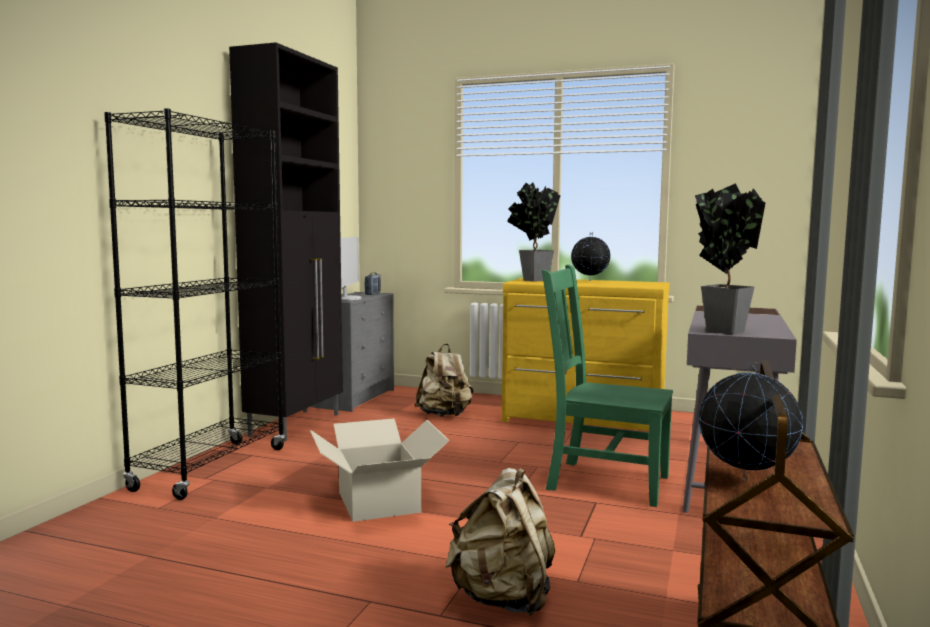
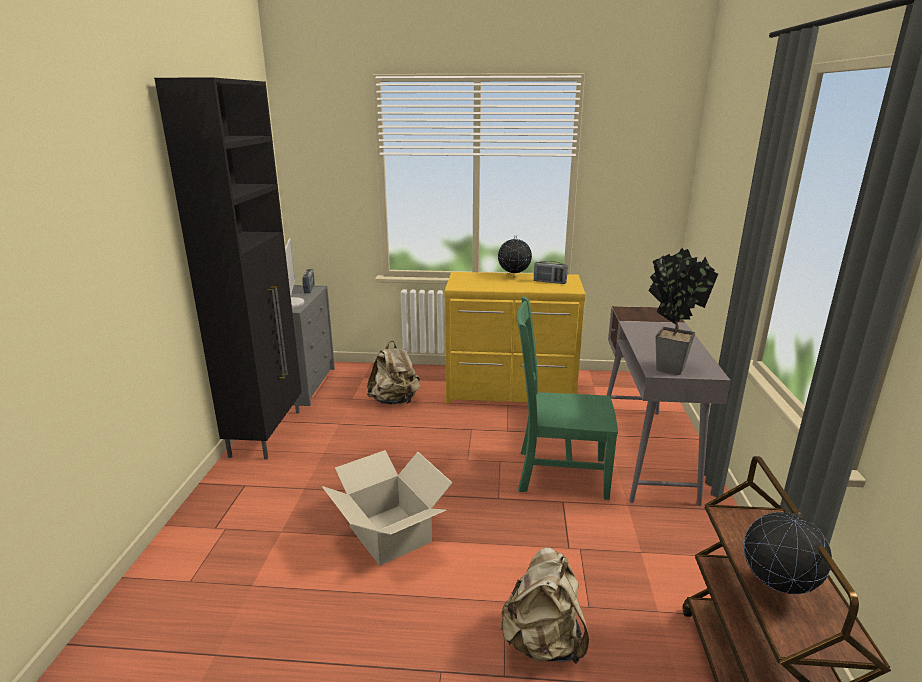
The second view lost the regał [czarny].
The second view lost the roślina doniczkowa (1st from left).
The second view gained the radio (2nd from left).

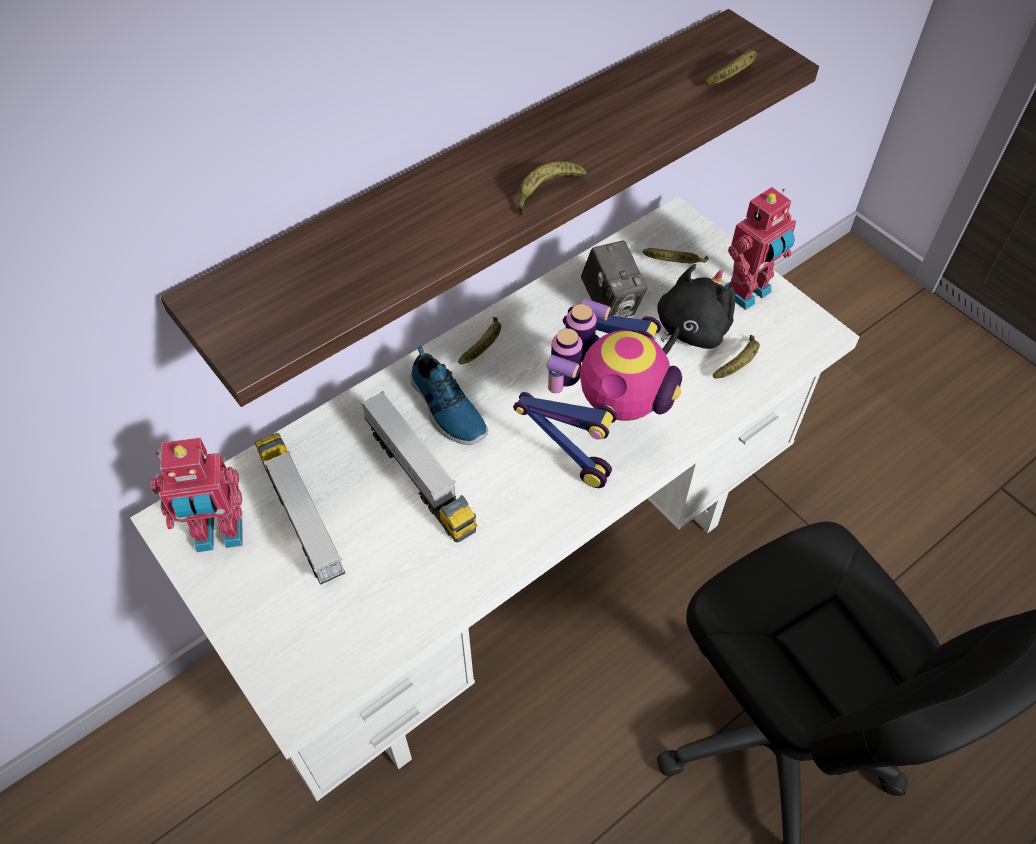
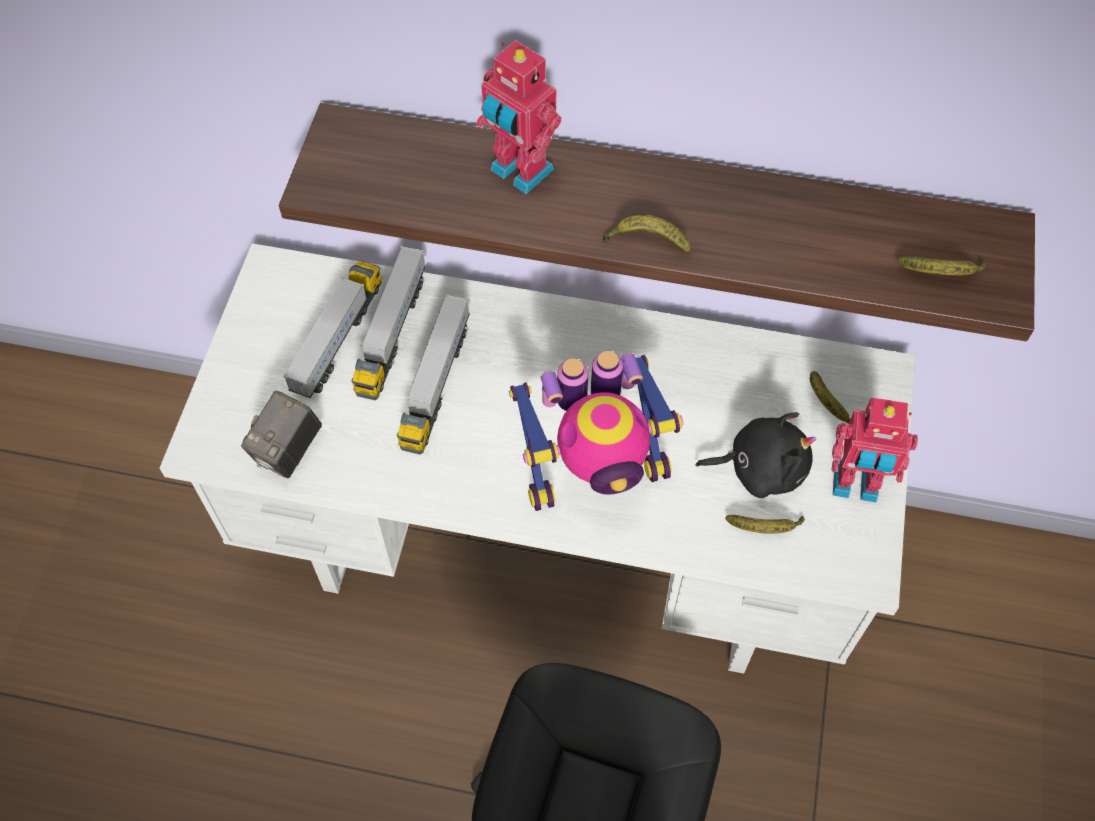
The second view lost the but.
The second view lost the banan (1st from left).
The second view gained the ciężarówka zabawkowa (2nd from left).
The robot zabawkowy (1st from left) ended up elsewhere.
The aparat fotograficzny ended up elsewhere.

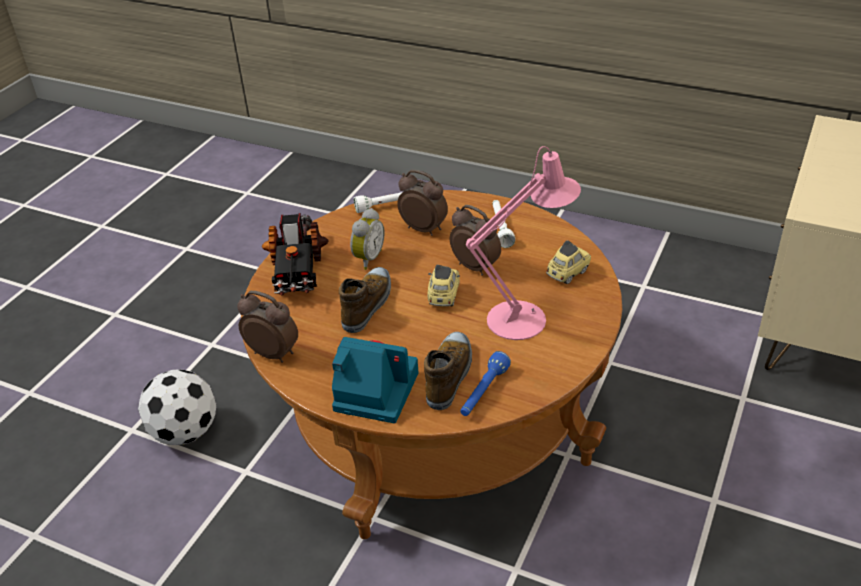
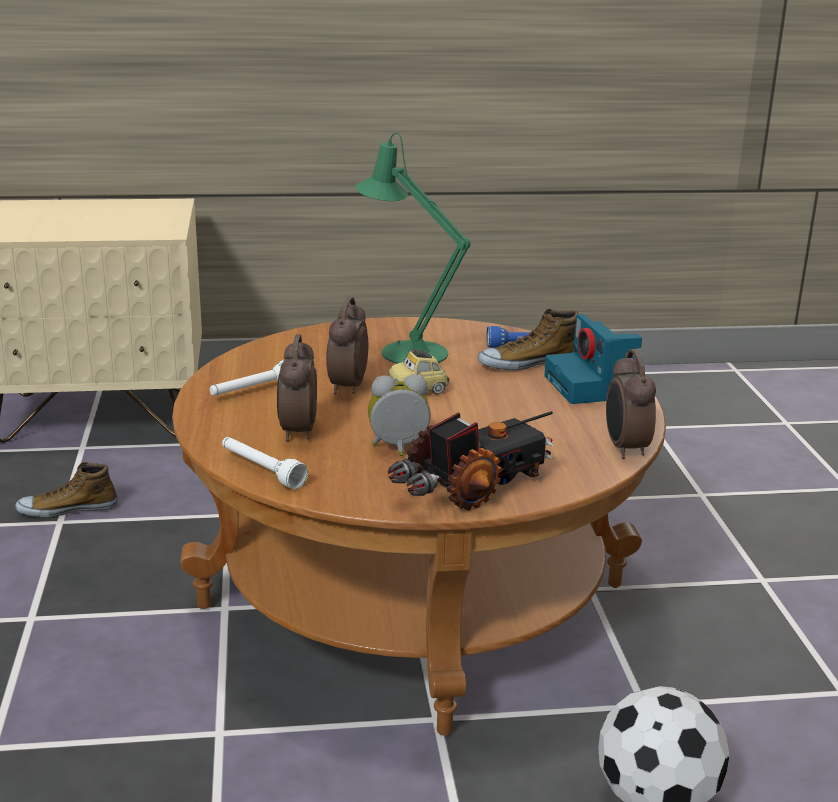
The second view lost the samochodzik (2nd from left).
The but (1st from left) ended up elsewhere.
What was the lampa stołowa [różowy] turned into the lampa stołowa [zielony].

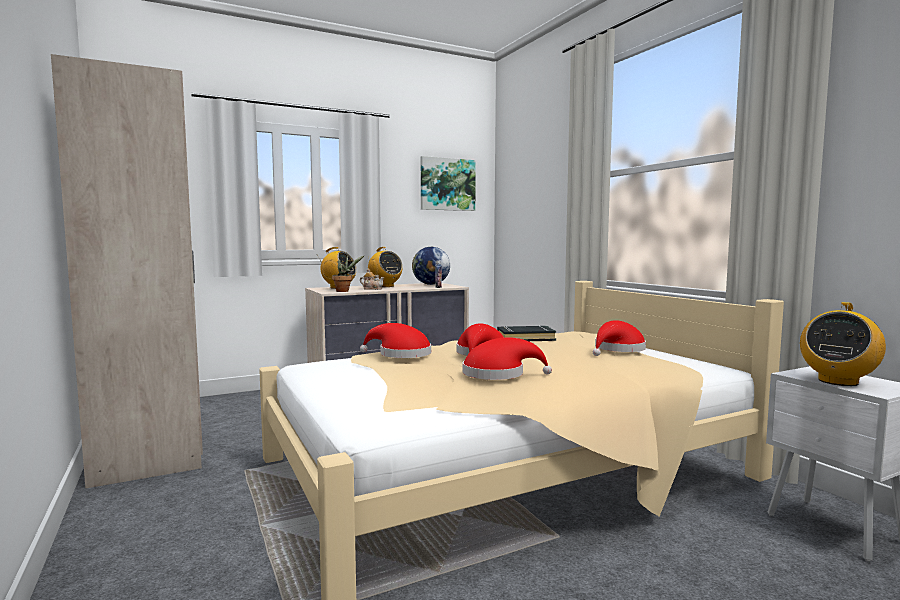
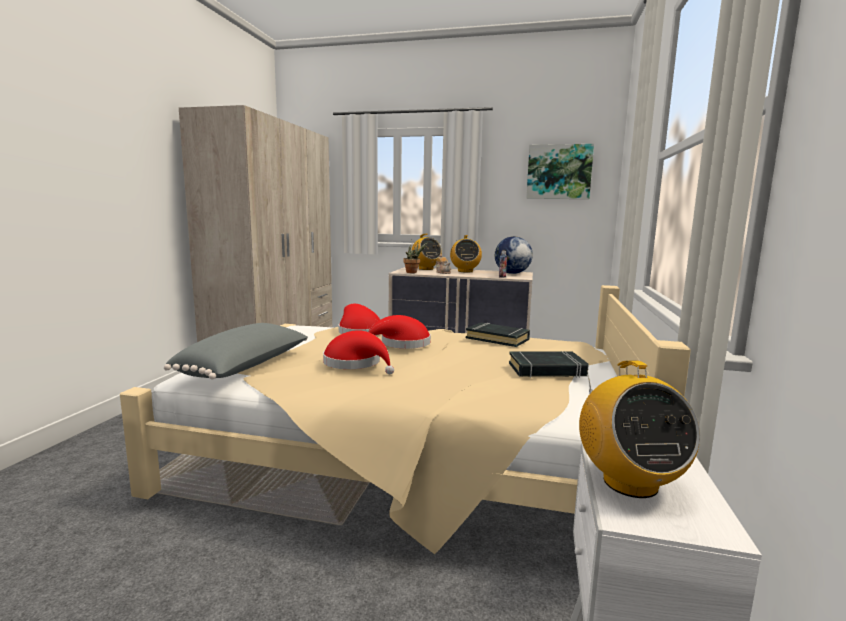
The second view gained the poduszka [szary].
Where the kapelusz [czerwony] (4th from left) stood, the książka [czarny] (2nd from left) came to stand.
The radio (3rd from left) ended up facing another way, 90 degrees counterclockwise from before.

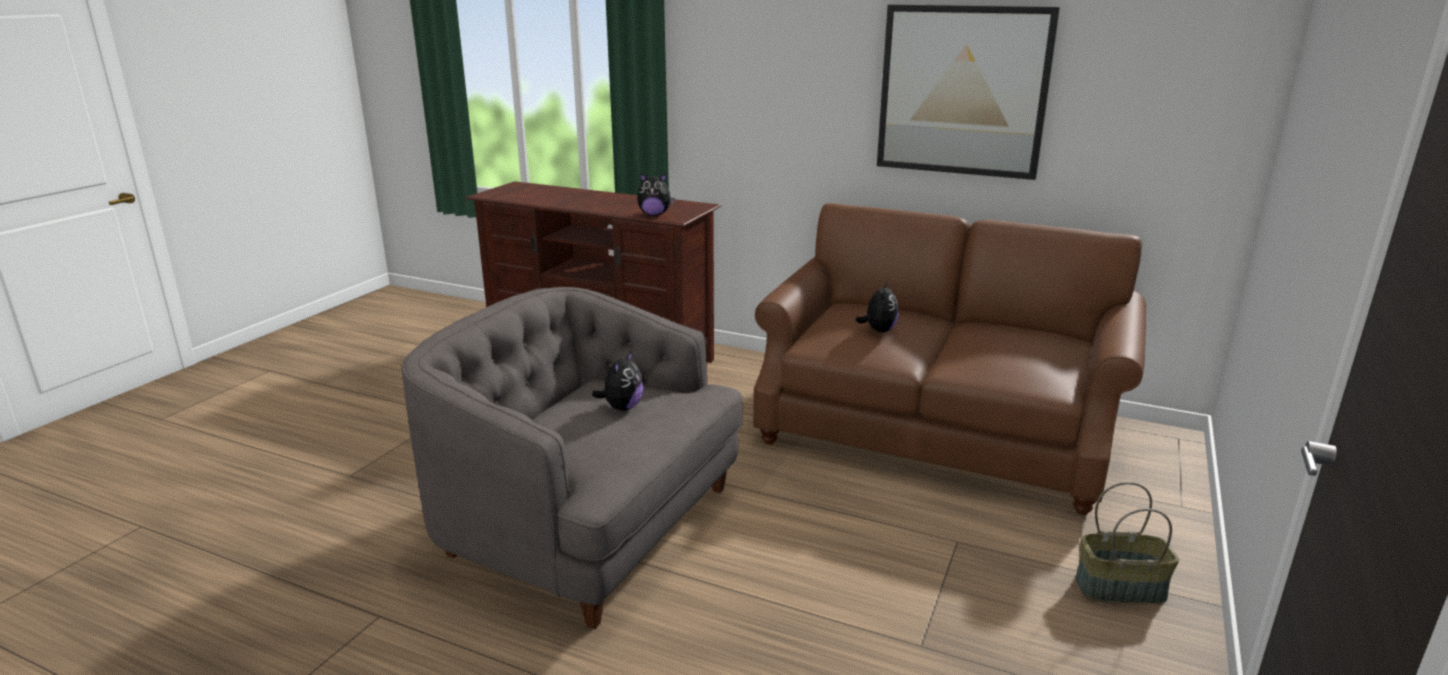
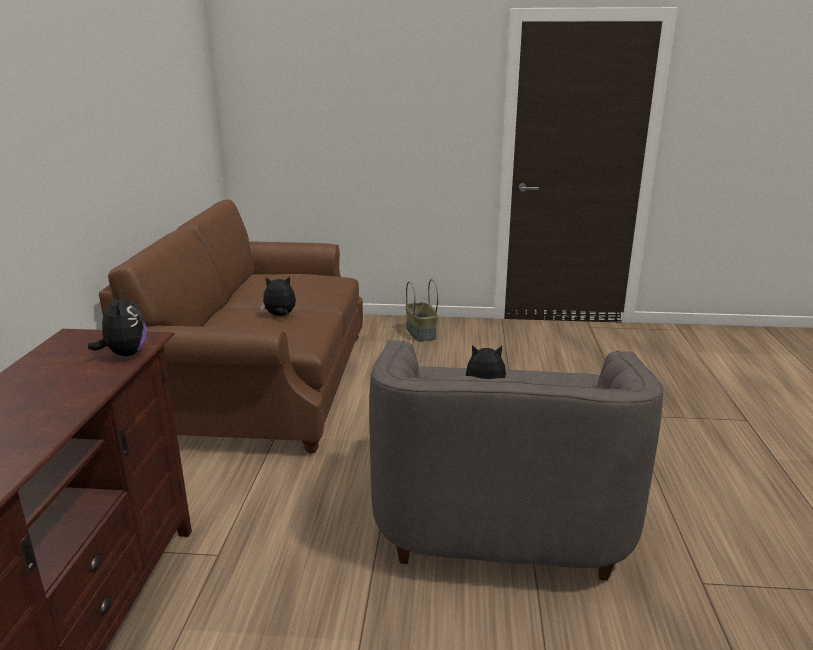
The second view lost the obraz.

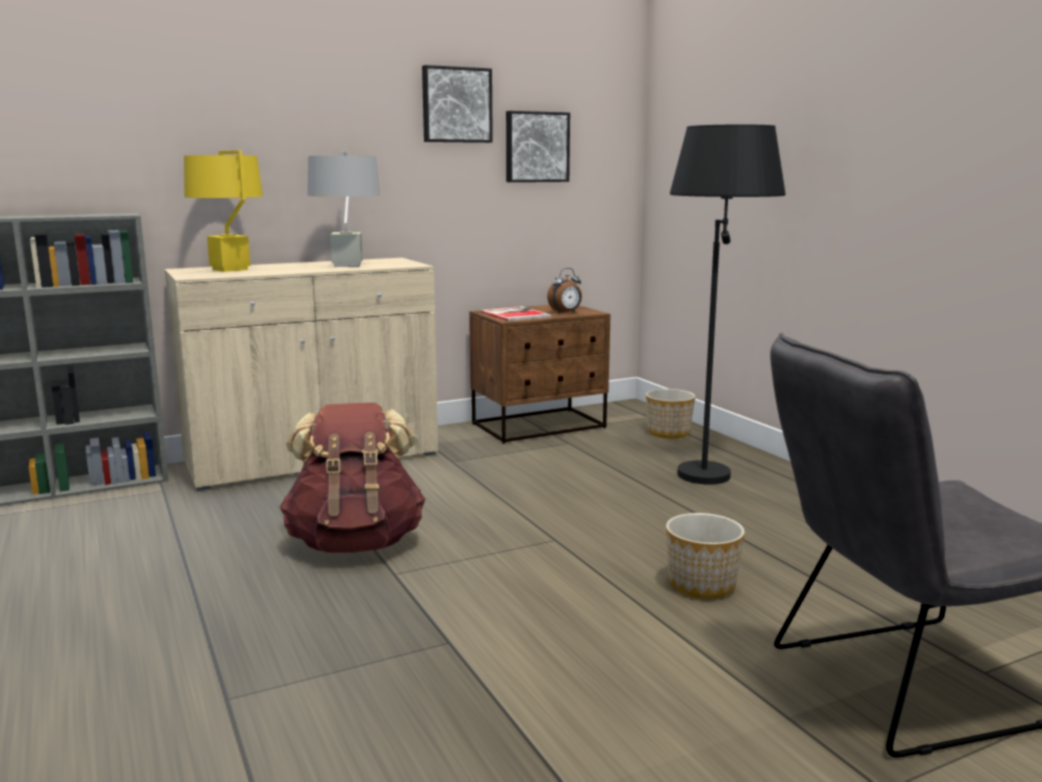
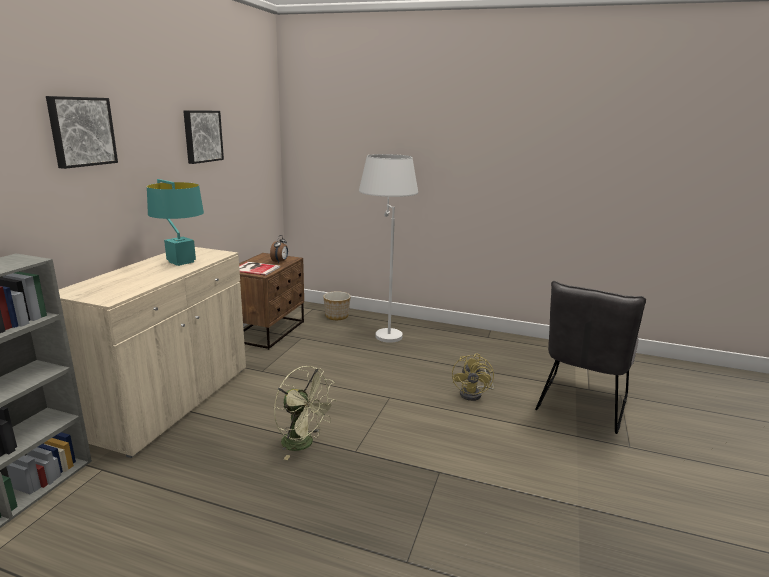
The second view lost the lampa stołowa [żółty].
The obraz (2nd from left in the first image) ended up elsewhere.
Where the plecak [brązowy] stood, the wentylator [zielony] came to stand.
Where the donica (2nd from left) stood, the wentylator [żółty] came to stand.
What was the lampa stołowa [szary] turned into the lampa stołowa [turkusowy].
What was the lampa stojąca [czarny] turned into the lampa stojąca [biały].

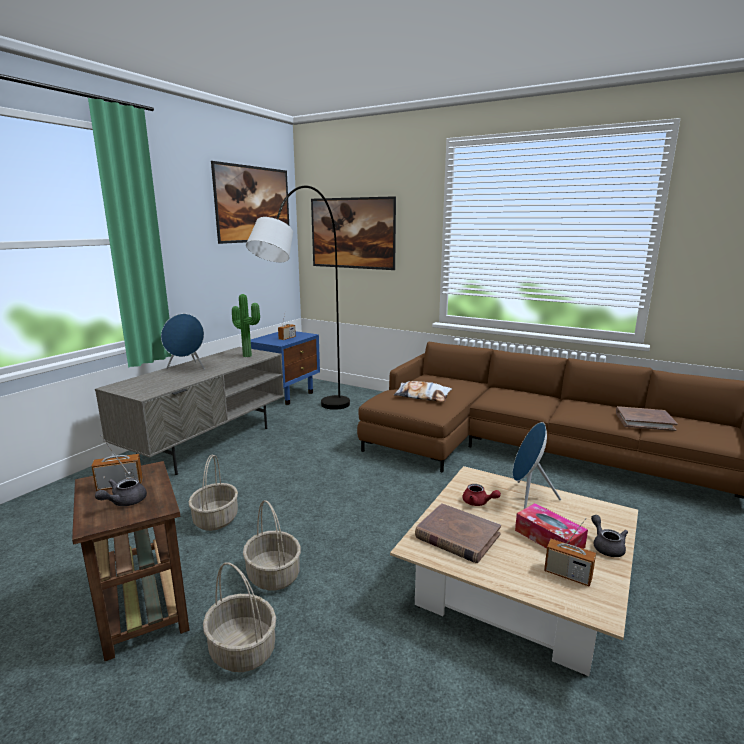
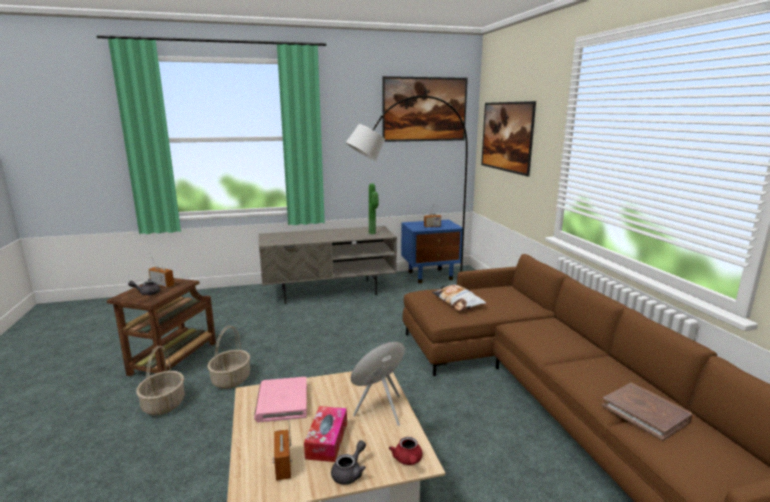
The second view lost the głośnik [niebieski] (1st from left).
The second view lost the koszyk (1st from left).
The imbryk [czerwony] ended up elsewhere.
What was the książka [brązowy] (1st from left) turned into the książka [różowy].

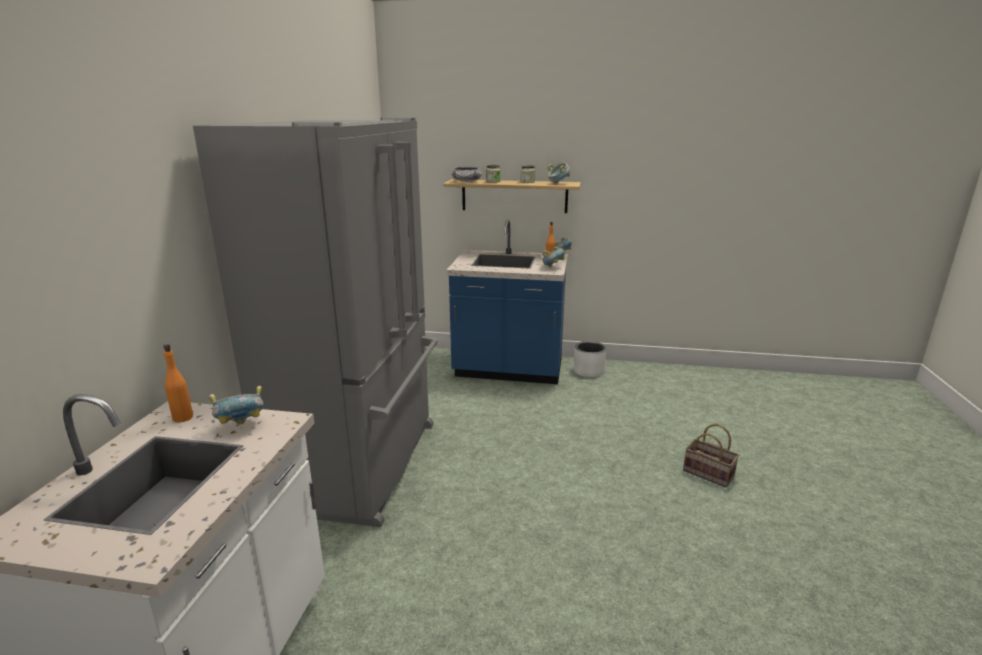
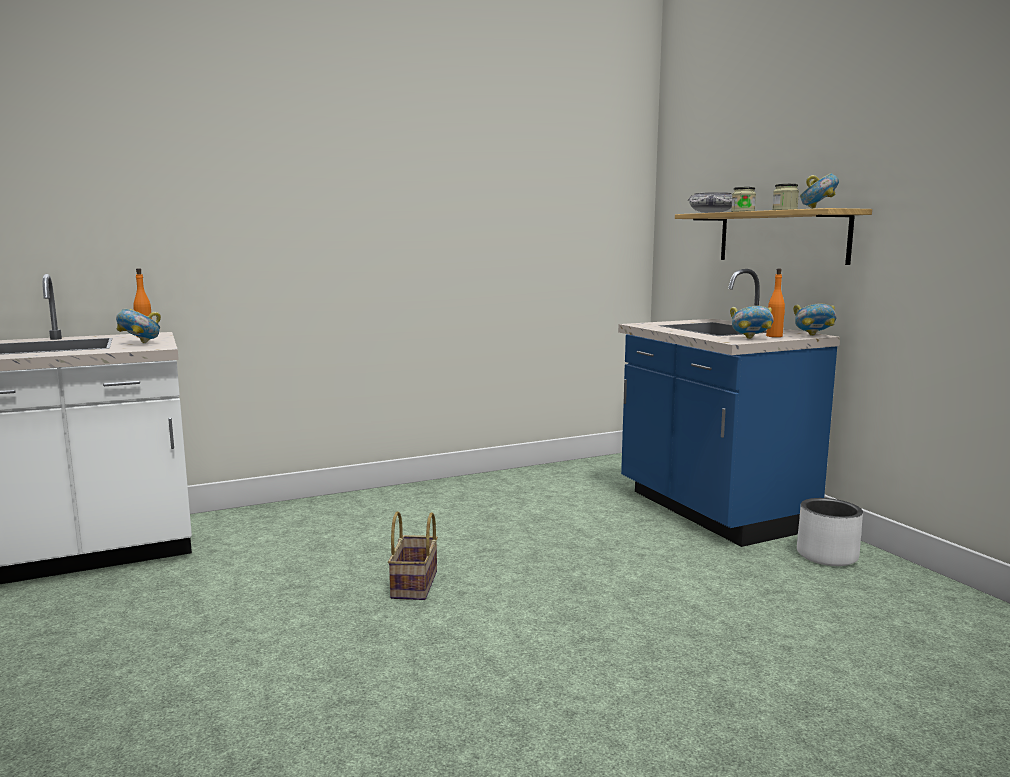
The second view lost the lodówka [szary].
The koszyk ended up elsewhere.

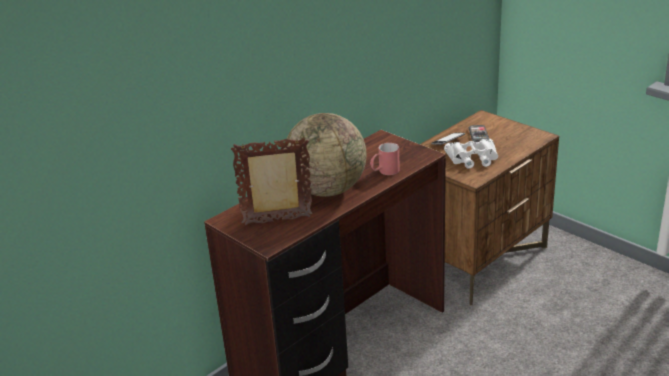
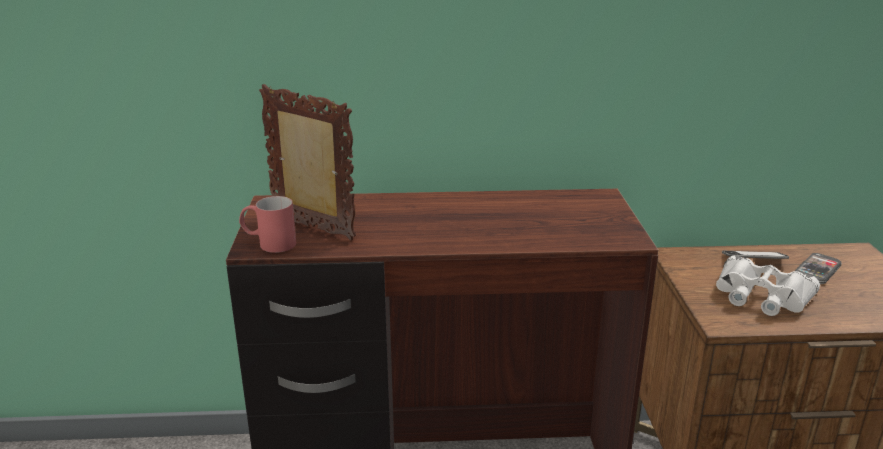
The second view lost the globus.
The kubek [czerwony] ended up elsewhere.

